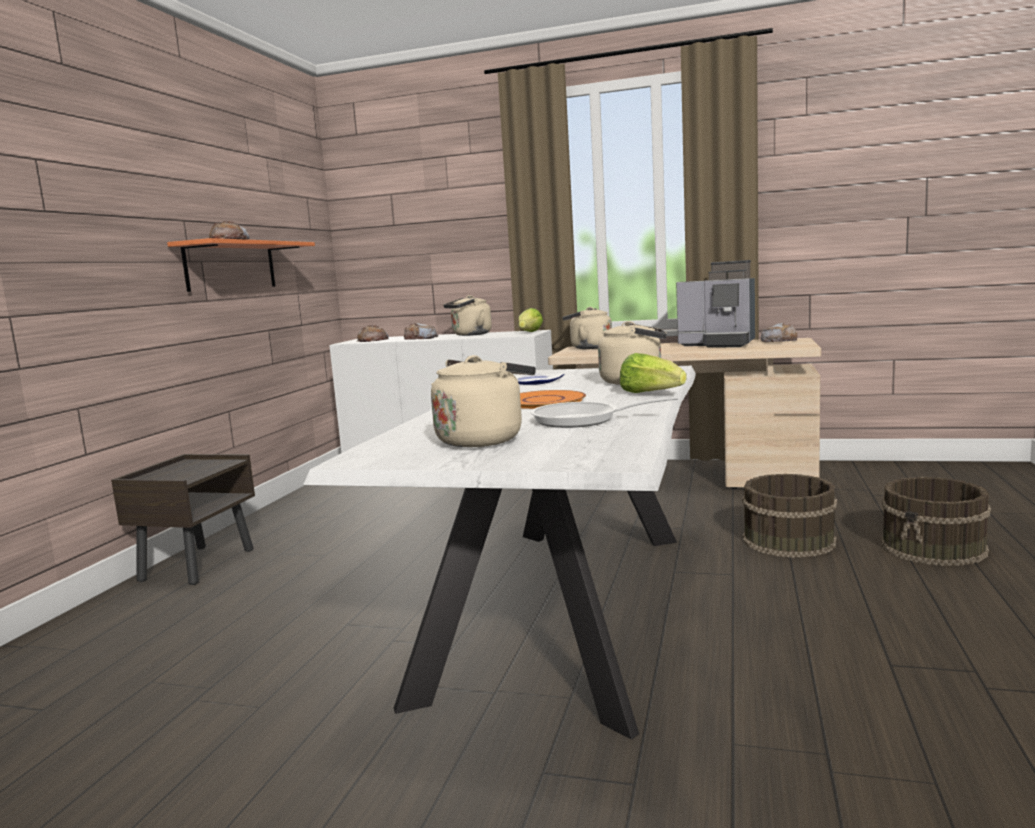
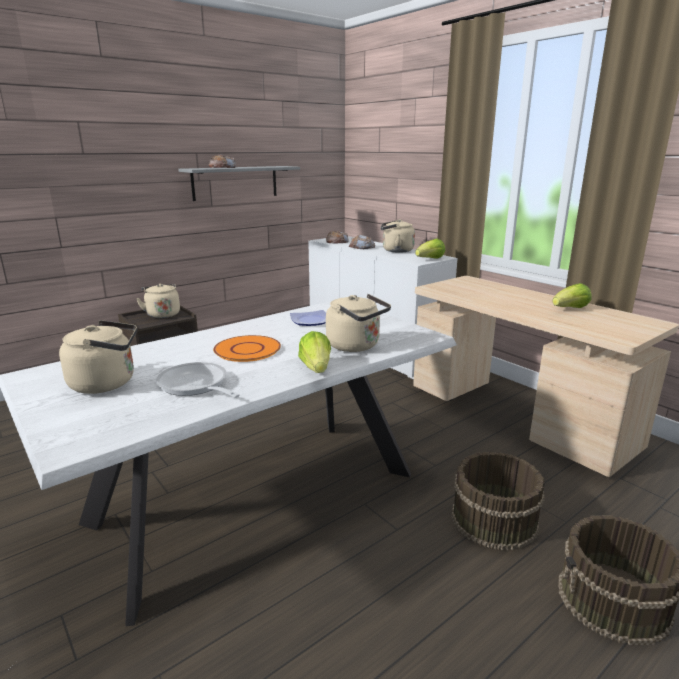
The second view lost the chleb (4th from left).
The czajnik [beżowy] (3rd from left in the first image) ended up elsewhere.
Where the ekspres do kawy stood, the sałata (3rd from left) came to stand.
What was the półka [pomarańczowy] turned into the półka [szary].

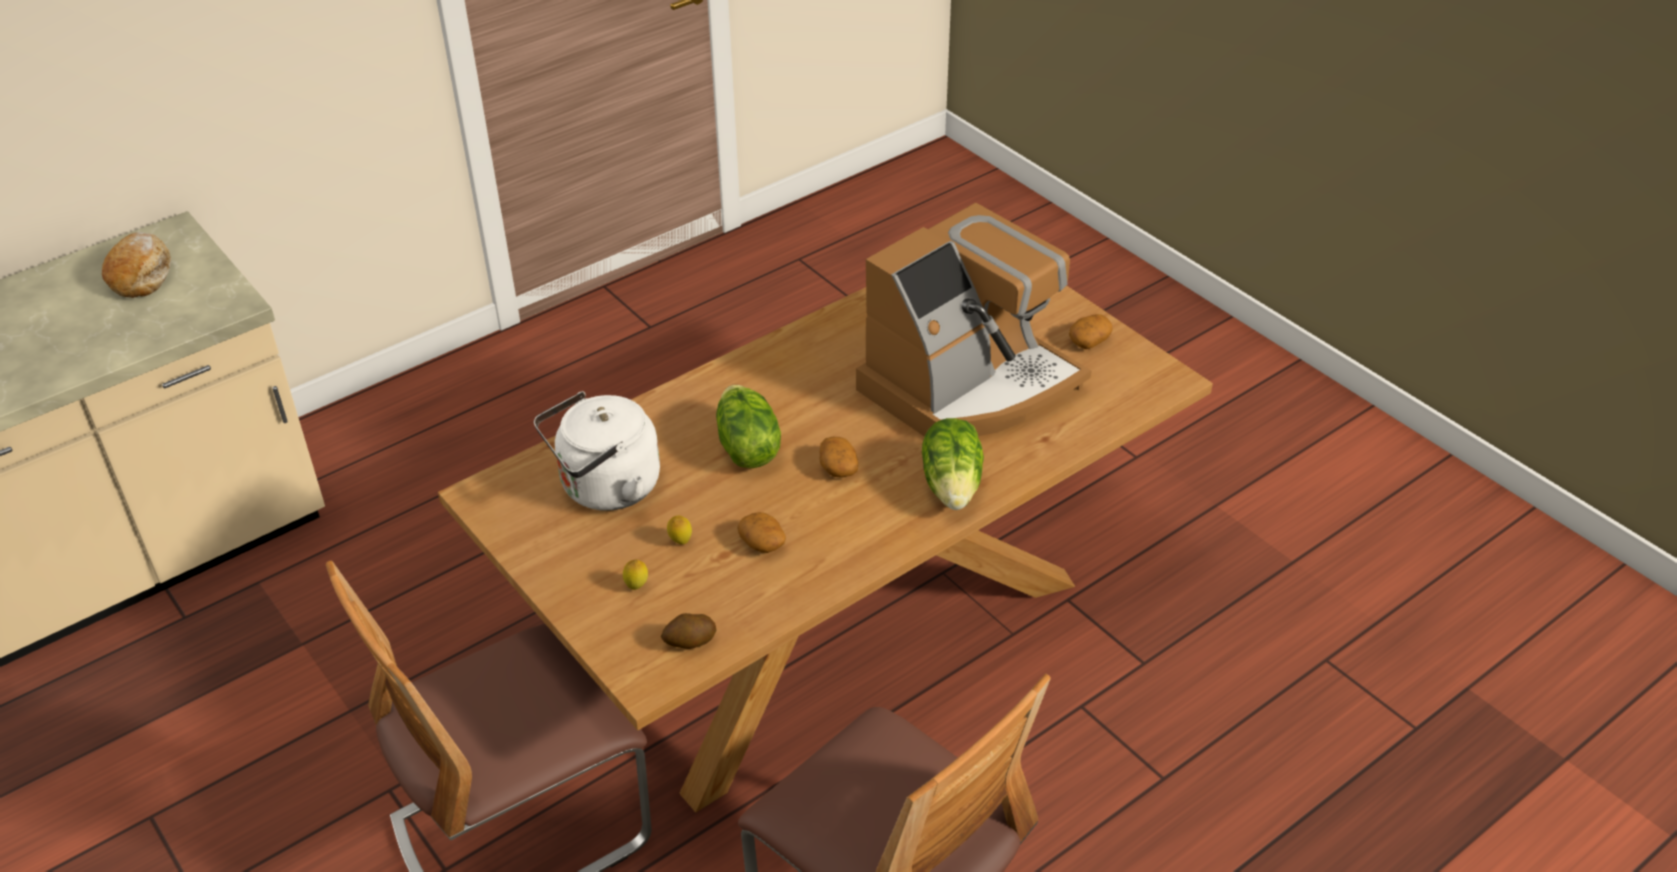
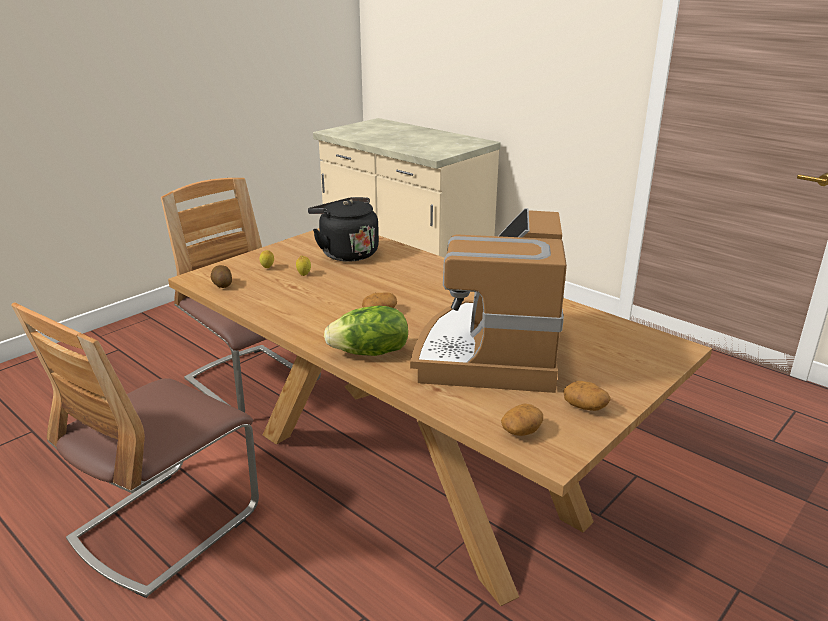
The second view lost the chleb.
The second view lost the sałata (1st from left).
The ziemniak (2nd from left in the first image) ended up elsewhere.
What was the czajnik [biały] turned into the czajnik [czarny].
The ekspres do kawy ended up facing another way, 60 degrees clockwise from before.

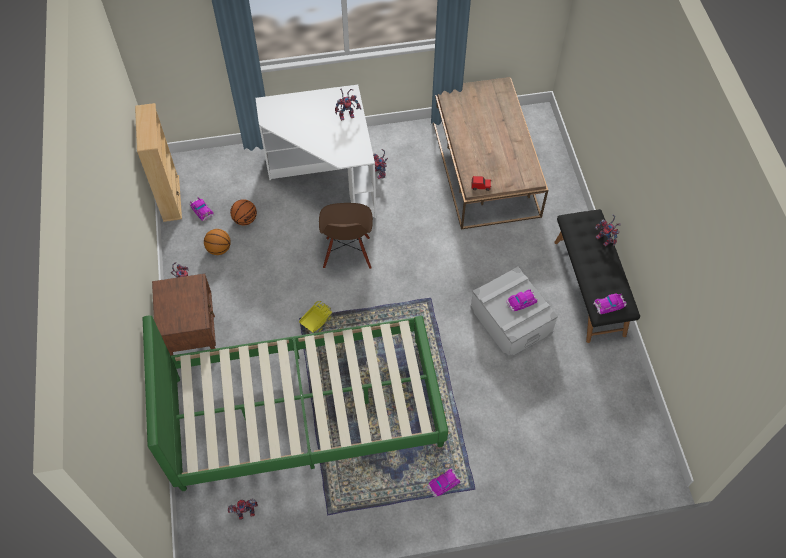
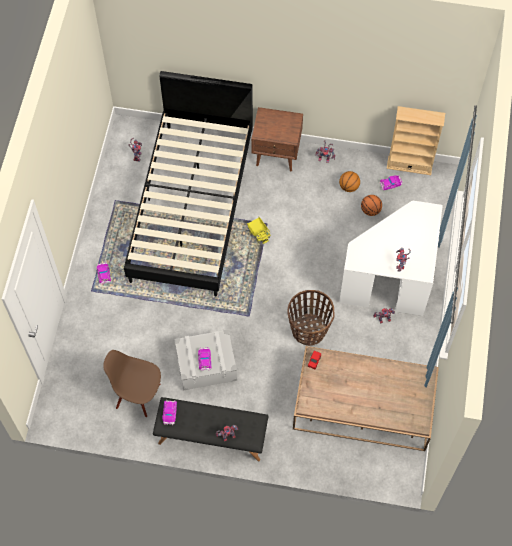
The second view gained the koszyk.
The krzesło [brązowy] ended up elsewhere.
What was the łóżko [zielony] turned into the łóżko [czarny].

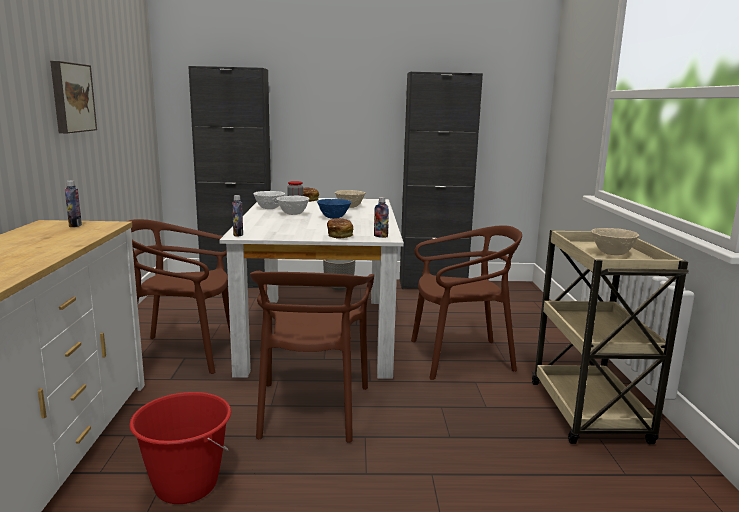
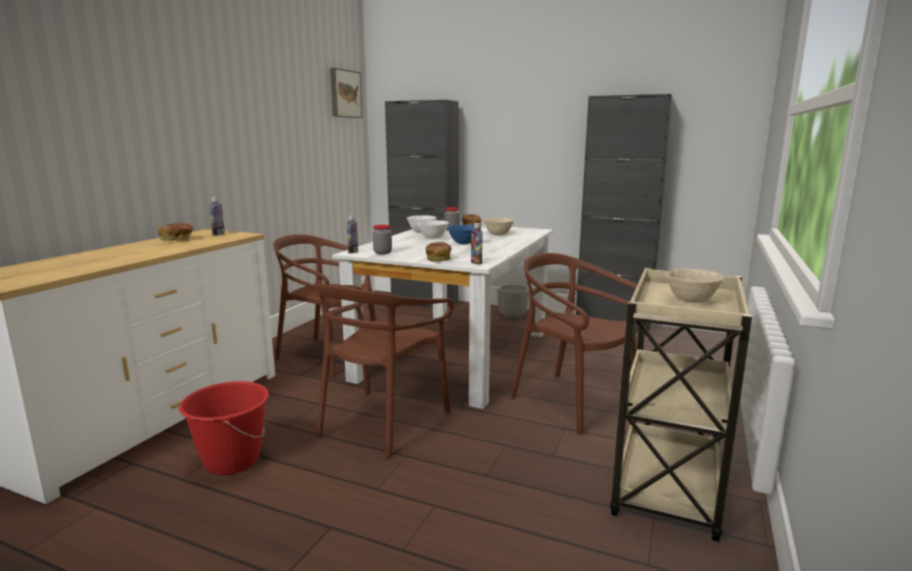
The second view gained the chleb (1st from left).
The second view gained the słoik (1st from left).
The obraz ended up elsewhere.
The krzesło [brązowy] (3rd from left) ended up facing another way, 150 degrees counterclockwise from before.

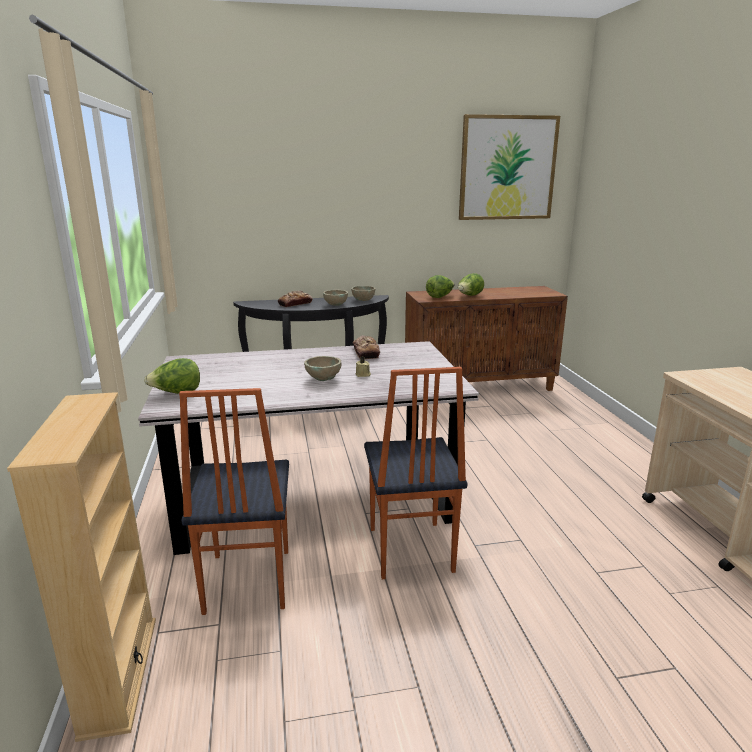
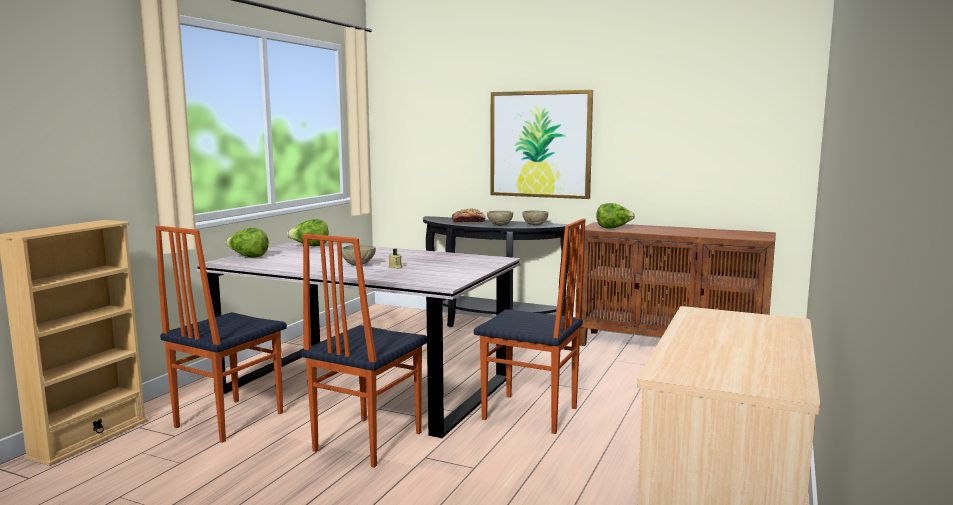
The second view lost the chleb (2nd from left).
The second view gained the krzesło (3rd from left).
The sałata (3rd from left in the first image) ended up elsewhere.
The obraz ended up elsewhere.

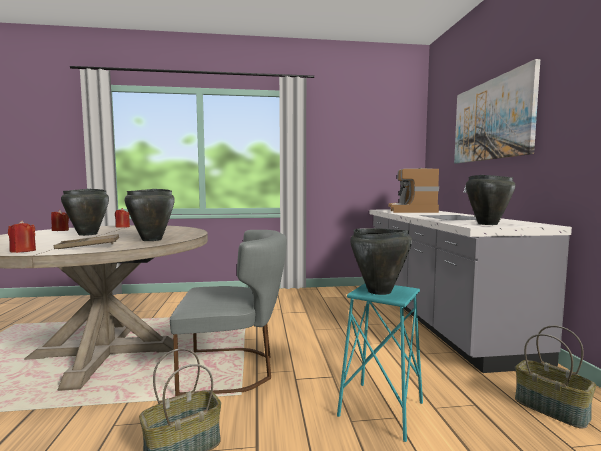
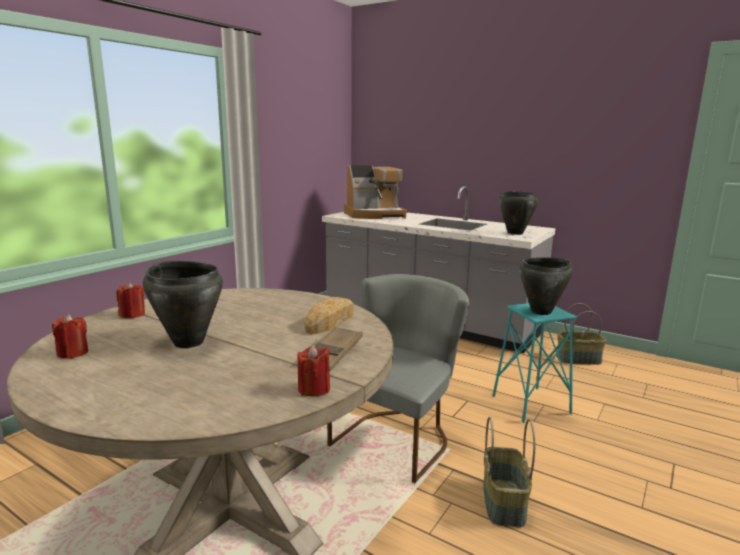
The second view lost the obraz.
Where the garnek [czarny] (2nd from left) stood, the chleb came to stand.
The ekspres do kawy ended up facing another way, 60 degrees counterclockwise from before.

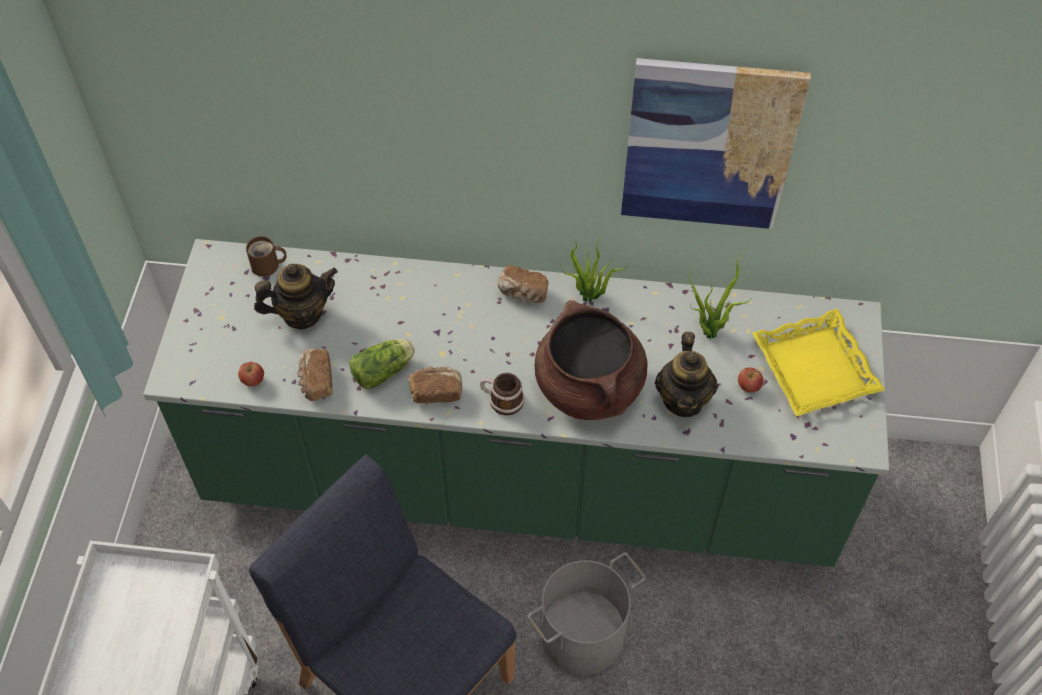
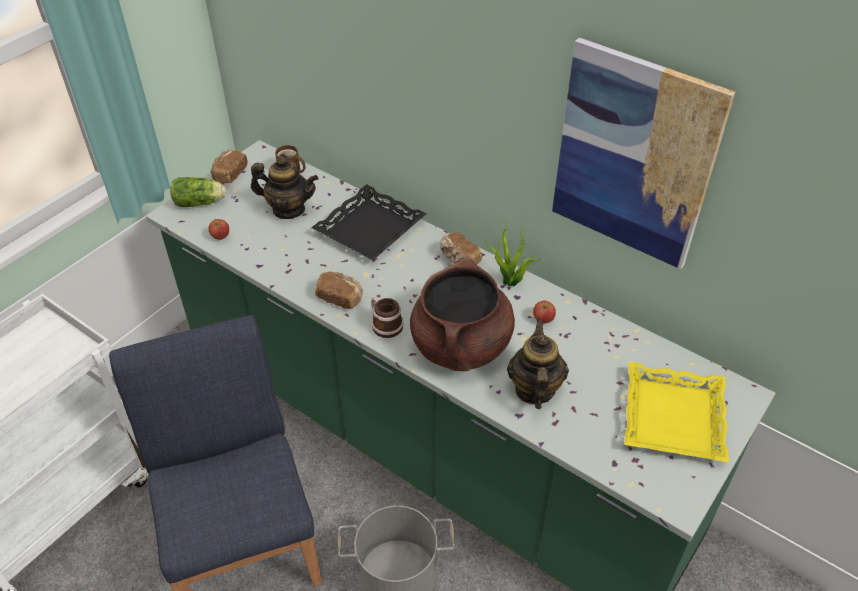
The second view lost the roślina doniczkowa (2nd from left).
The second view gained the taca [czarny].
The chleb (1st from left) ended up elsewhere.
The sałata ended up elsewhere.
The jabłko (2nd from left) ended up elsewhere.
The imbryk (2nd from left) ended up facing another way, 150 degrees clockwise from before.

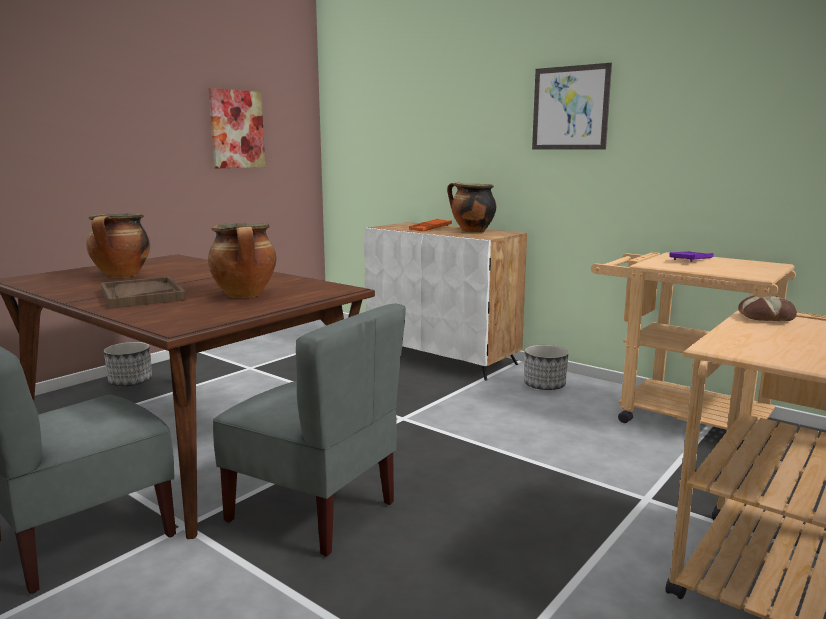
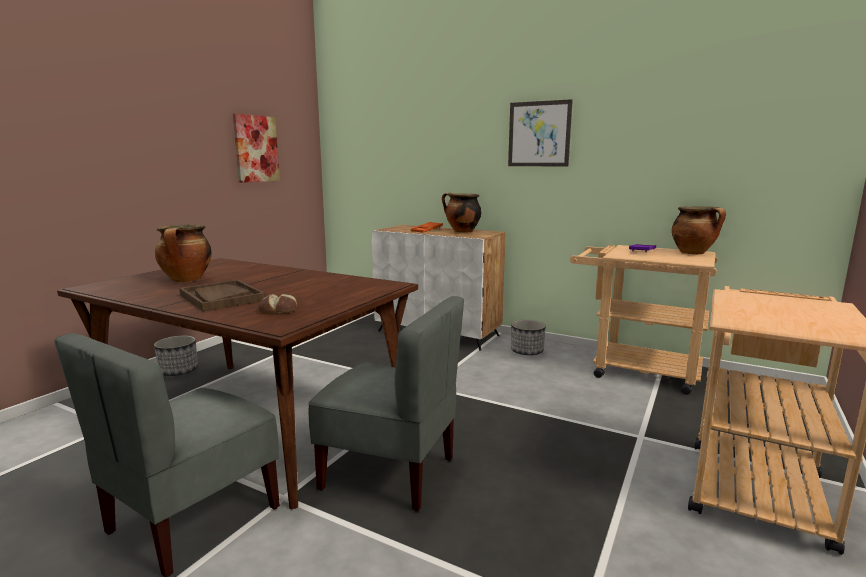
The garnek (2nd from left in the first image) ended up elsewhere.
The chleb ended up elsewhere.

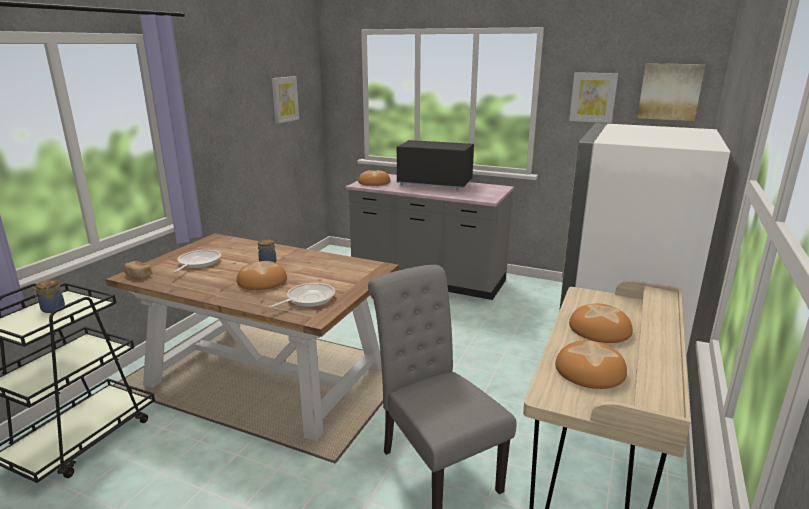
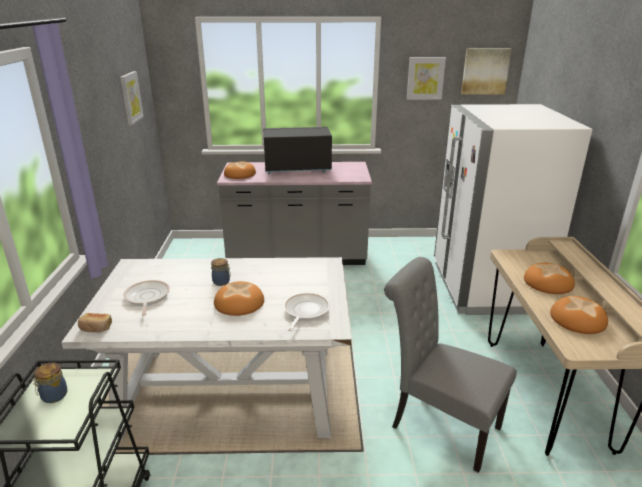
What was the stół jadalny [brązowy] turned into the stół jadalny [biały].

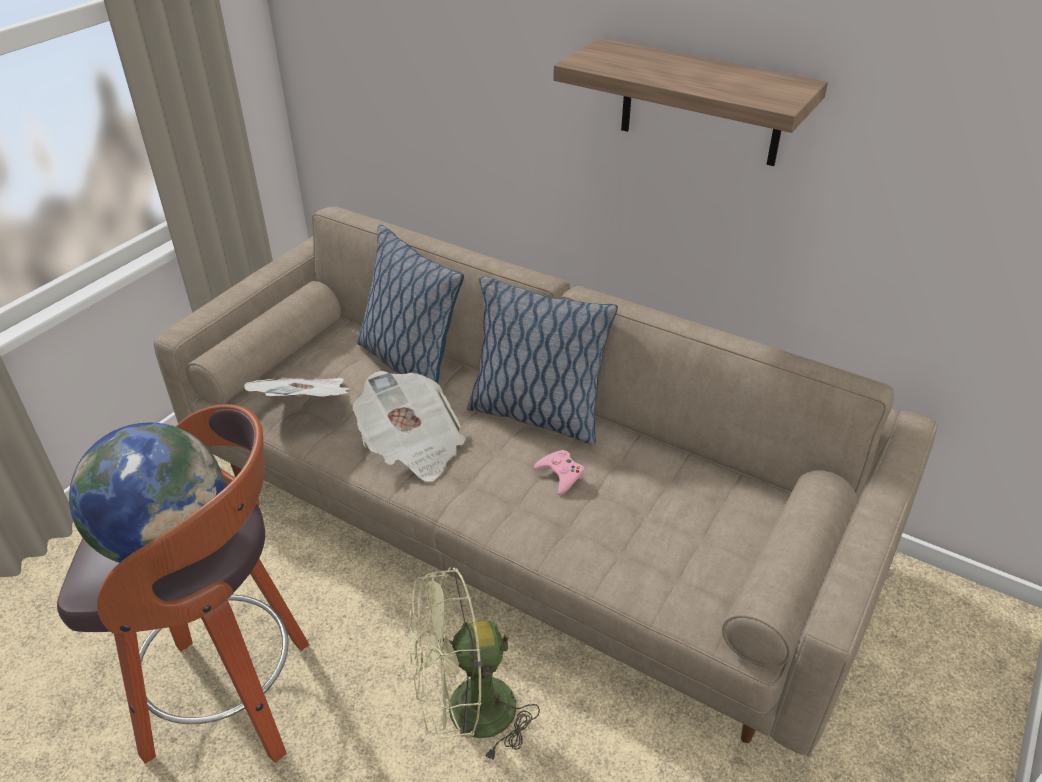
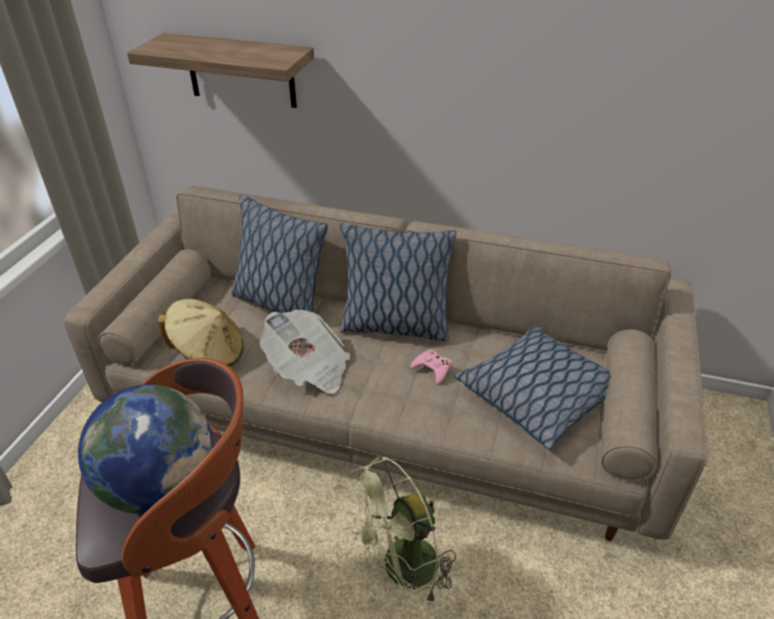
The second view gained the poduszka (3rd from left).
The półka ended up elsewhere.
Where the gazeta (1st from left) stood, the kapelusz [beżowy] came to stand.

